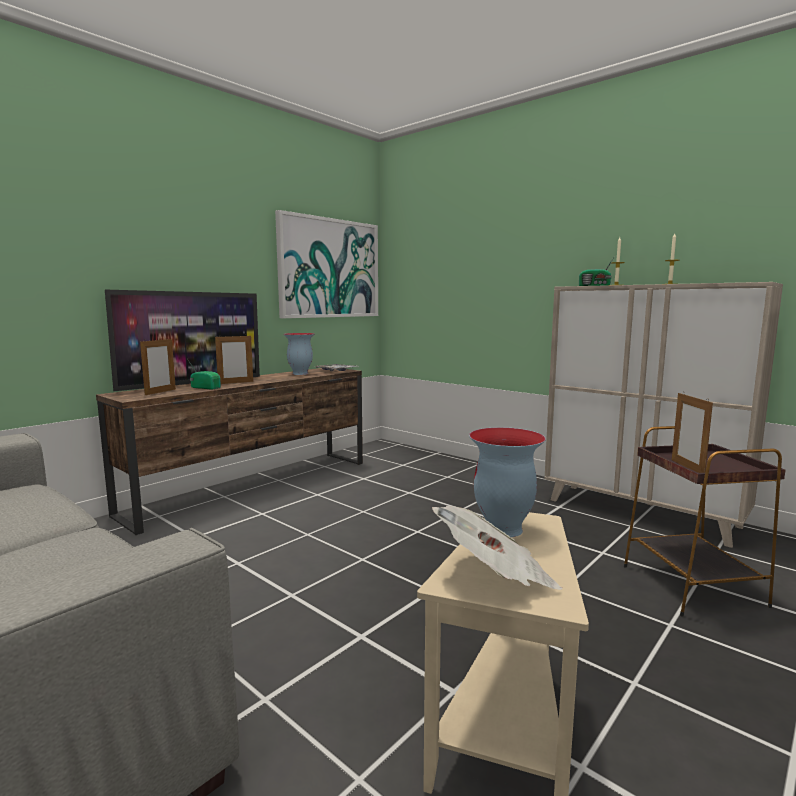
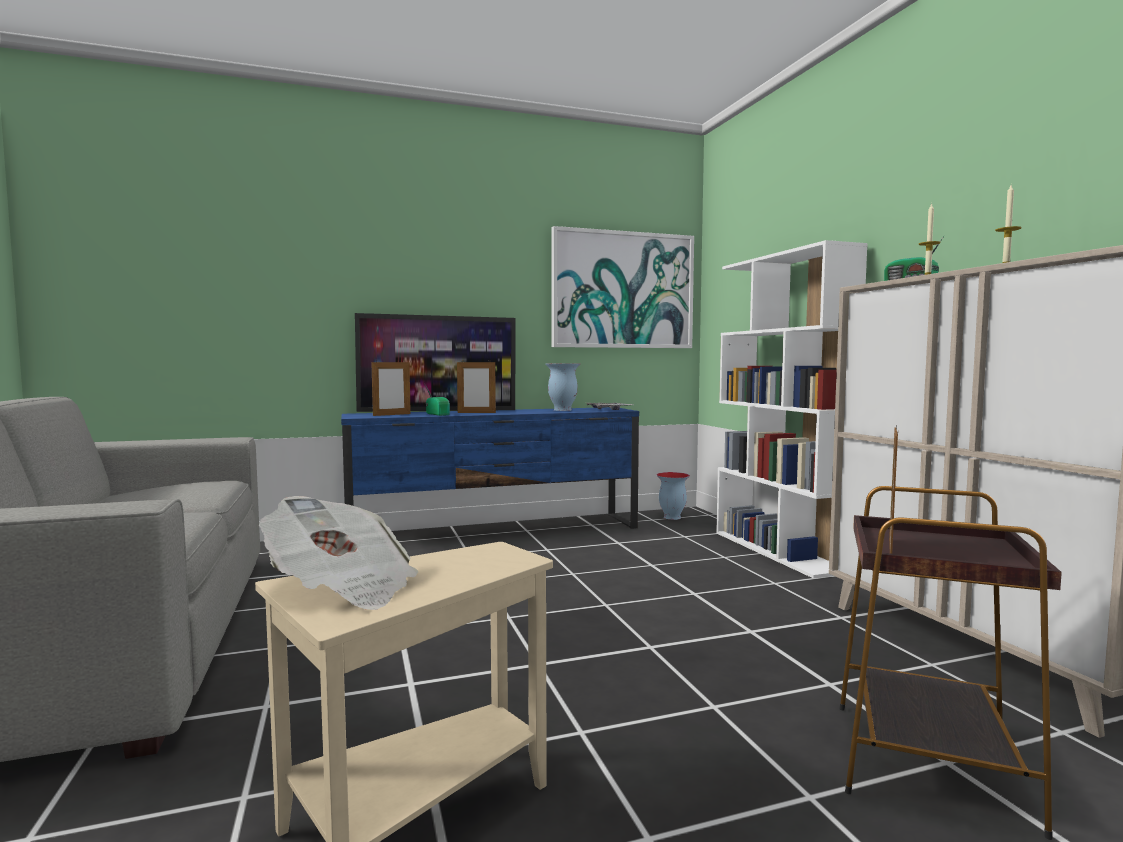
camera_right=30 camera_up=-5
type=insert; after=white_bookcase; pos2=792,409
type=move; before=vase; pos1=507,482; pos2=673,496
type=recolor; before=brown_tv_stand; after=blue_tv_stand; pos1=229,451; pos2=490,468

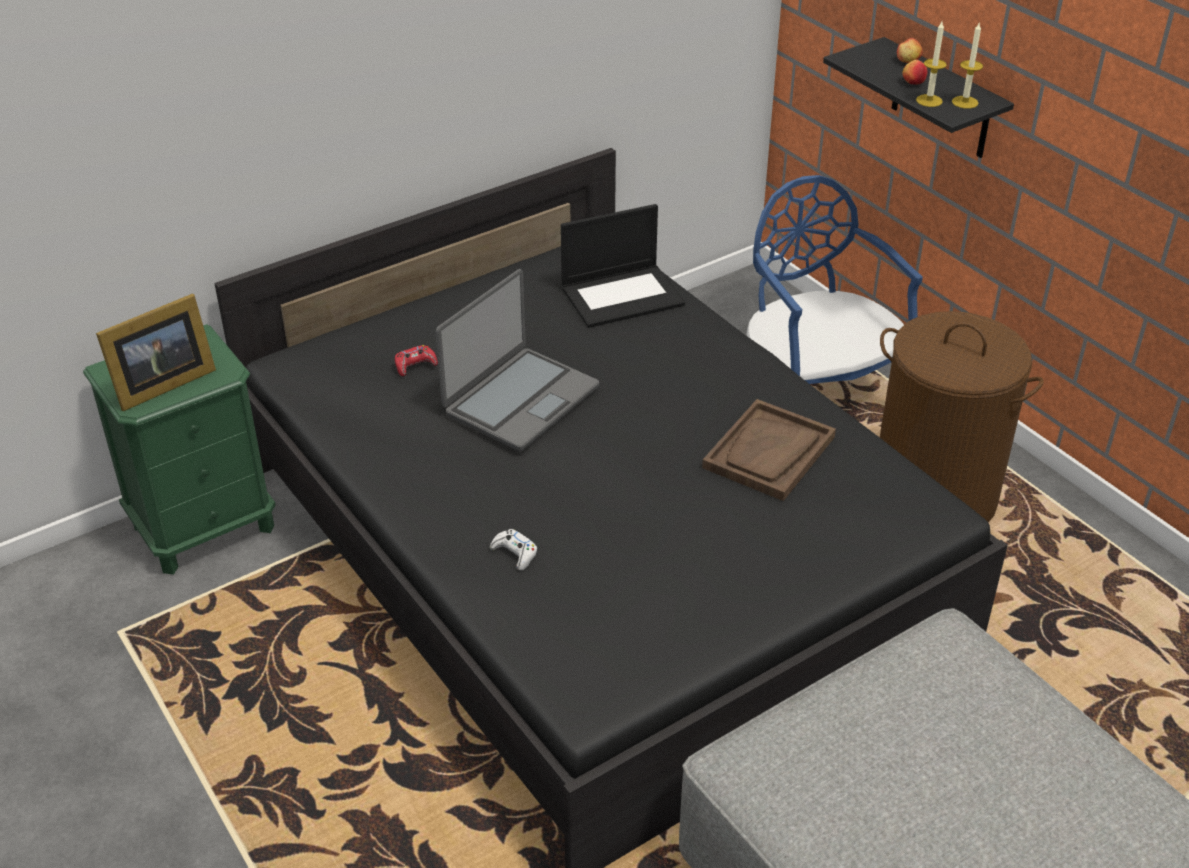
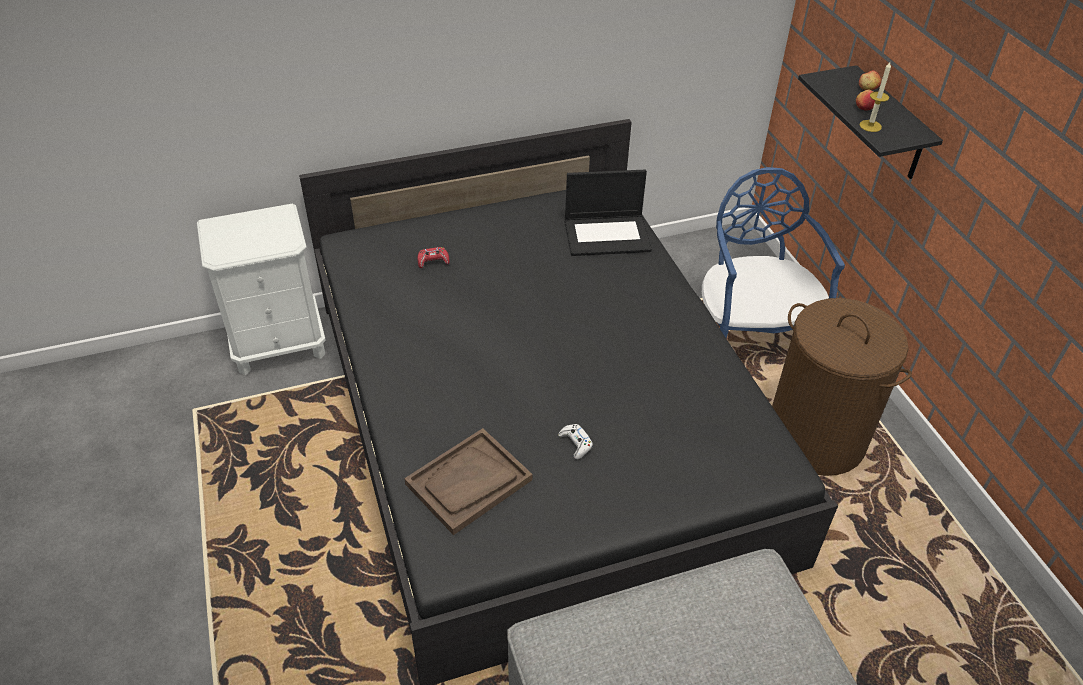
camera_right=15 camera_up=5
type=delete; before=picture_frame; pos1=156,352
type=delete; before=laptop; pos1=517,360
type=delete; before=candle; pos1=967,66
type=move; before=white_game_controller; pos1=513,550; pos2=575,441
type=move; before=brown_tray; pos1=769,450; pos2=468,481
type=recolor; before=green_nightstand; after=white_nightstand; pos1=179,449; pos2=261,289

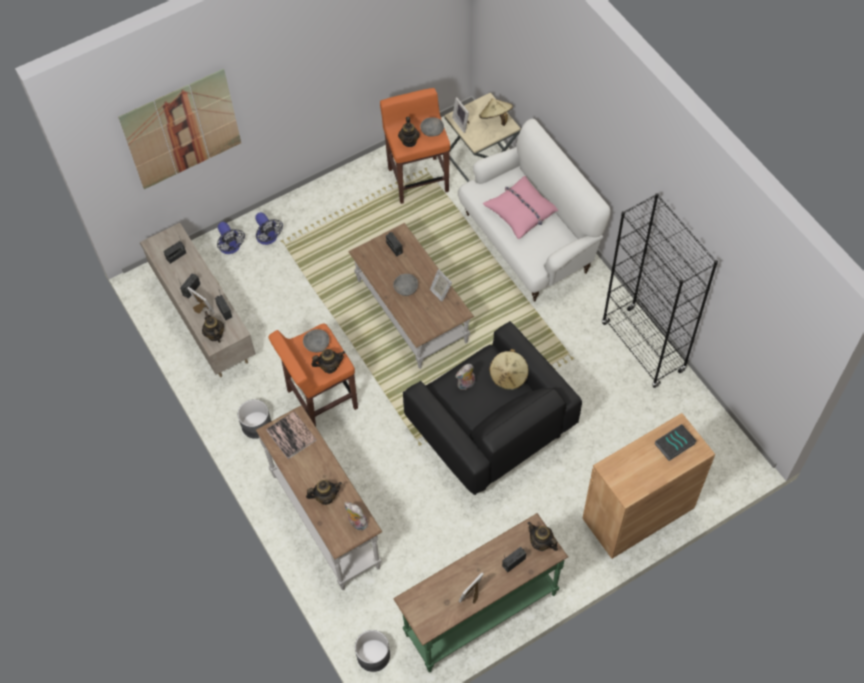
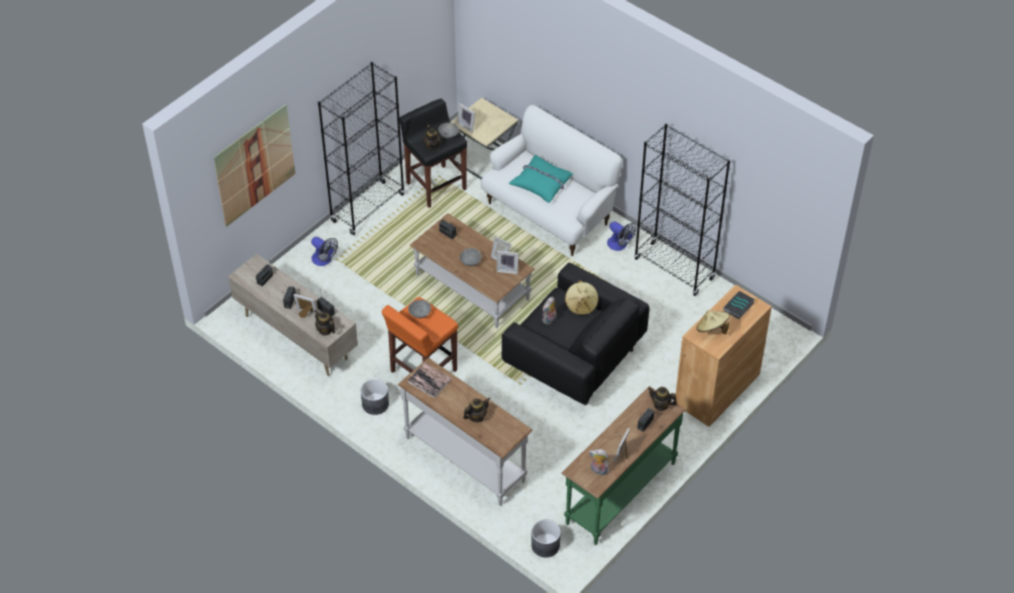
camera_right=-20 camera_up=-10
type=delete; before=teapot; pos1=328,361
type=insert; after=black_bookcase; pos2=361,148
type=insert; after=picture_frame; pos2=508,262
type=move; before=fan; pos1=231,238; pos2=621,236
type=move; before=plush_toy; pos1=356,516; pos2=599,462
type=move; before=beige_hat; pos1=496,112; pos2=713,322
type=recolor; before=orange_stool; after=black_stool; pos1=415,146; pos2=433,153
type=recolor; before=pink_pillow; after=turquoise_pillow; pos1=520,207; pos2=541,179

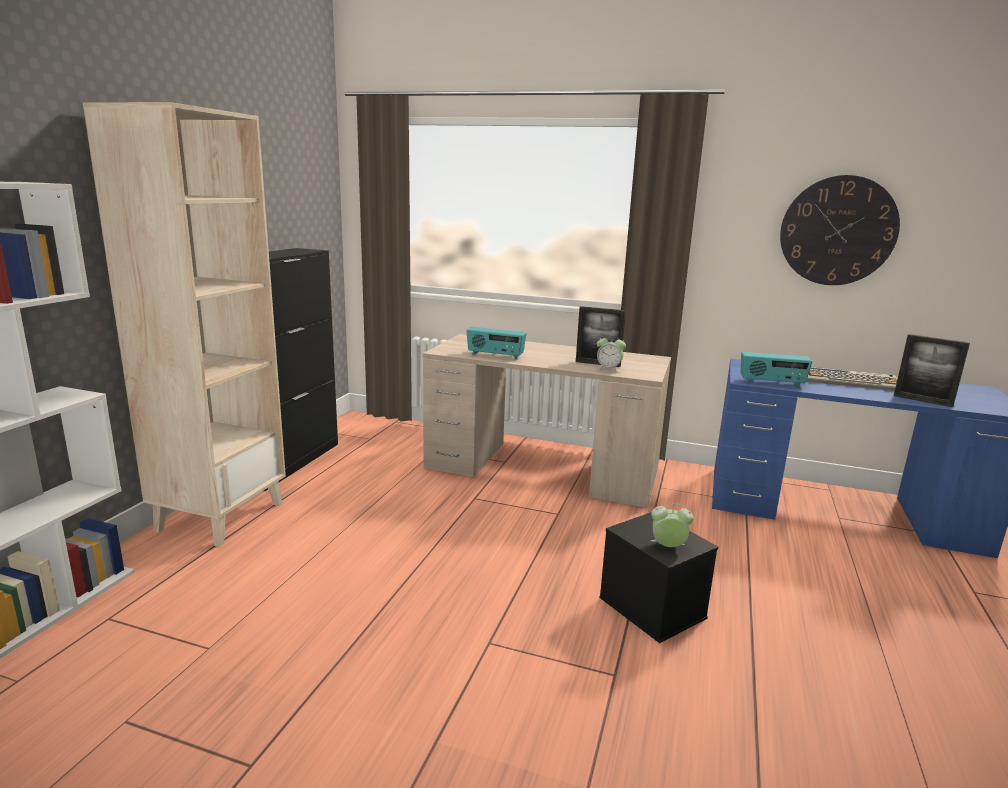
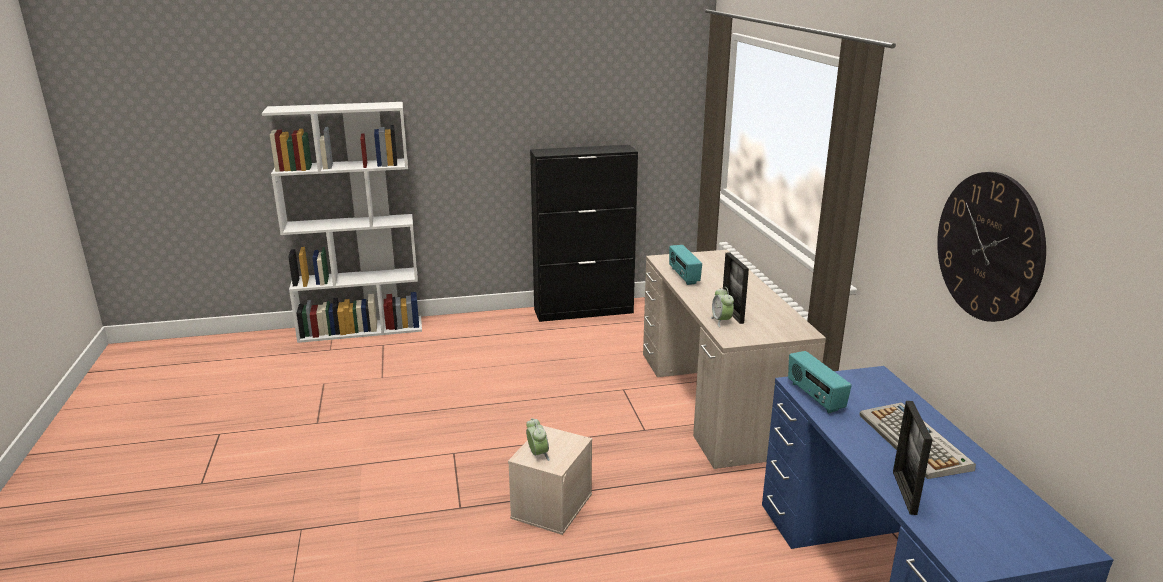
camera_right=60 camera_up=5
type=delete; before=beige_bookcase; pos1=184,324
type=recolor; before=black_storage_box; after=beige_storage_box; pos1=659,577; pos2=550,480

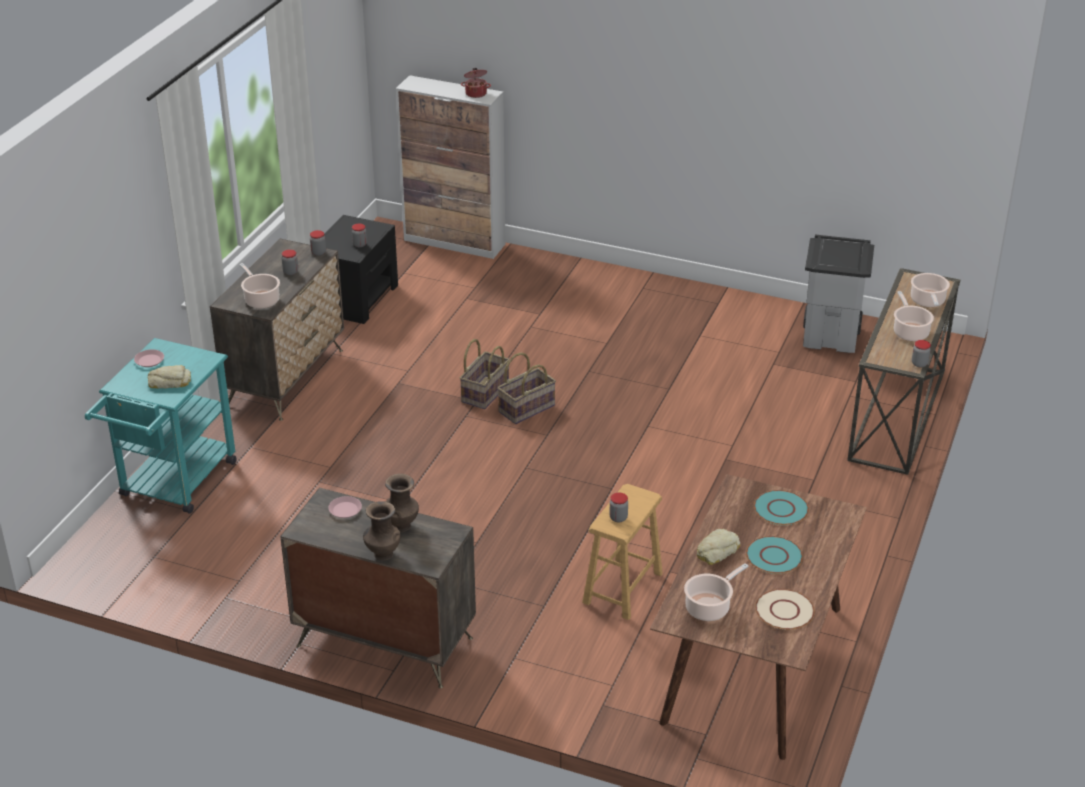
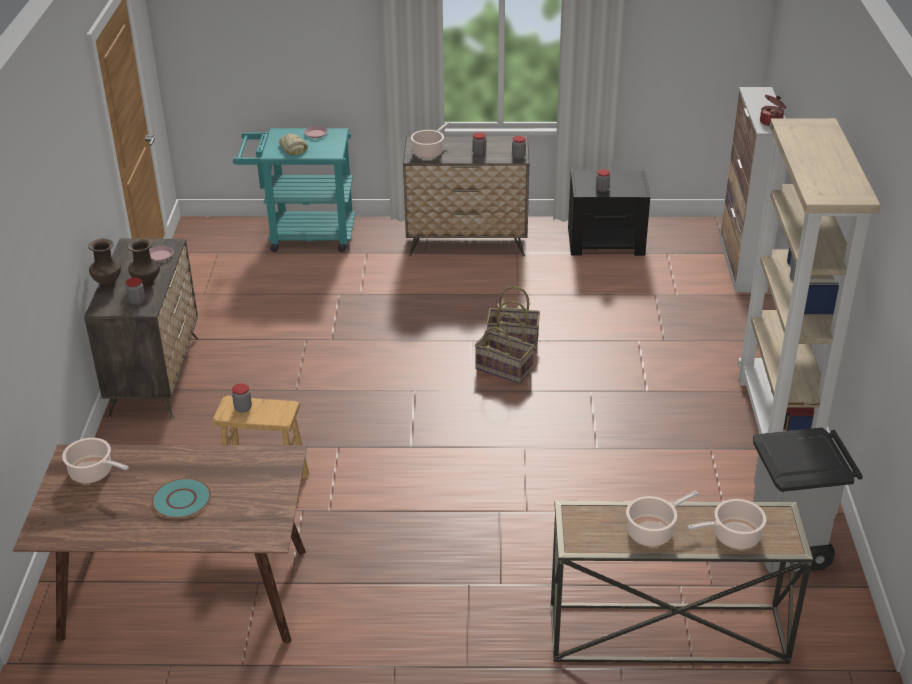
camera_right=70 camera_up=0
type=delete; before=bread; pos1=718,547
type=delete; before=turquoise_plate; pos1=781,507
type=delete; before=beige_plate; pos1=785,609
type=insert; after=beige_bookcase; pos2=809,276
type=move; before=jar; pos1=921,353; pos2=135,291

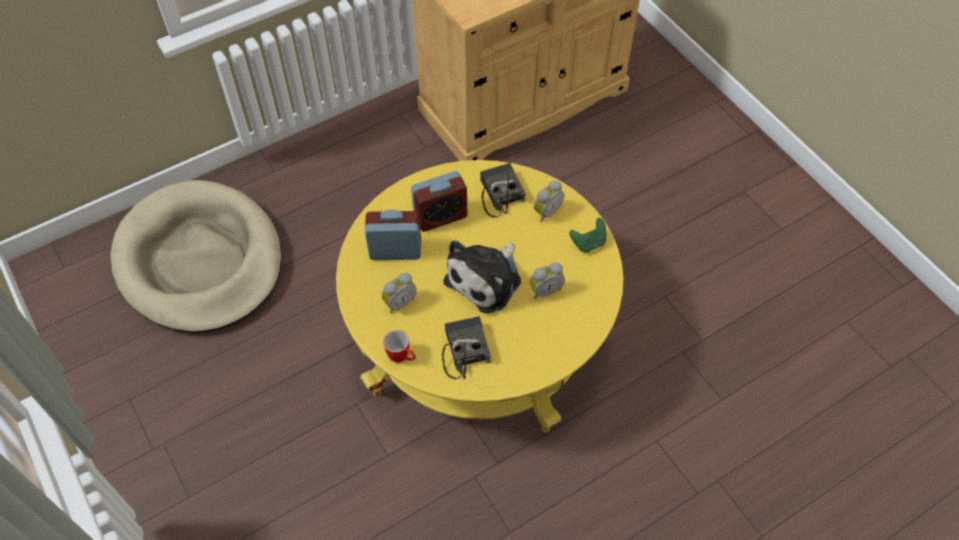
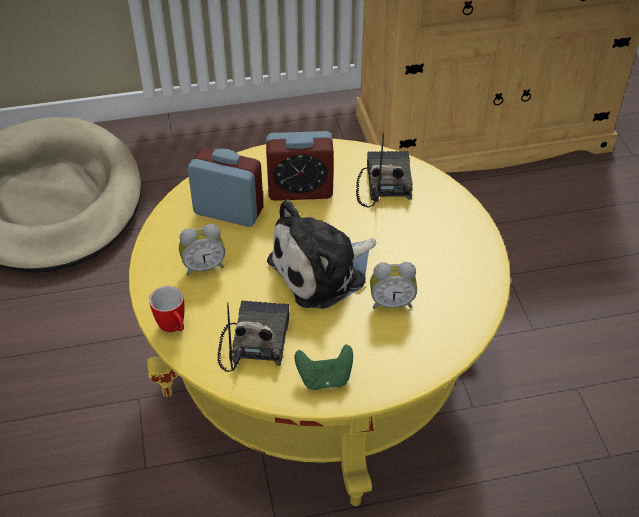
camera_right=20 camera_up=-10
type=delete; before=alarm_clock; pos1=549,201
type=move; before=green_game_controller; pos1=588,235; pos2=323,367

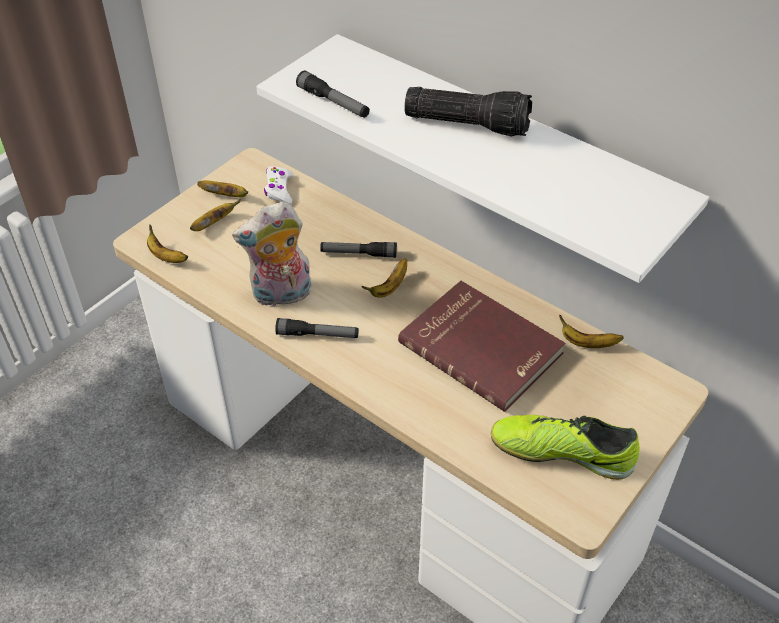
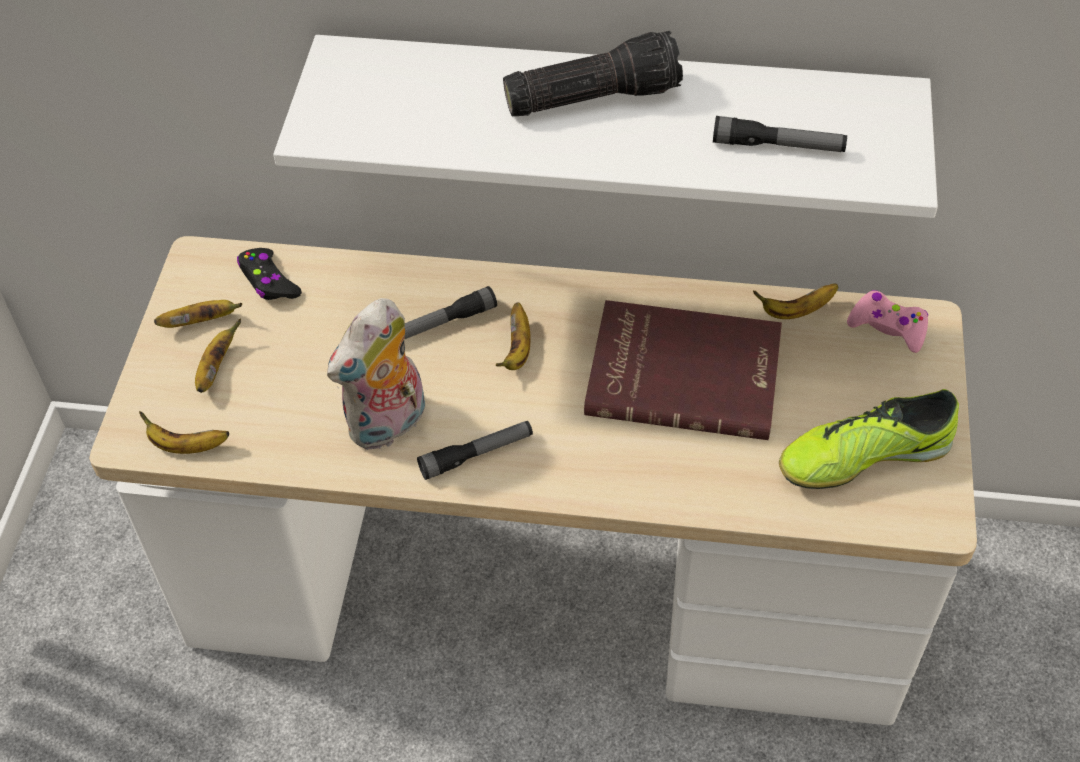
camera_right=-30 camera_up=5
type=insert; after=pink_game_controller; pos2=887,321
type=move; before=flashlight; pos1=333,94; pos2=780,134
type=recolor; before=white_game_controller; after=black_game_controller; pos1=279,185; pos2=269,274

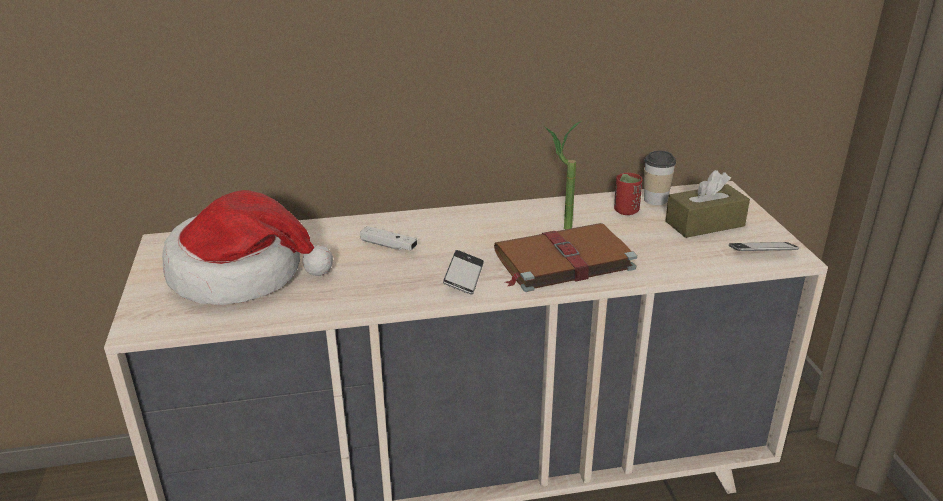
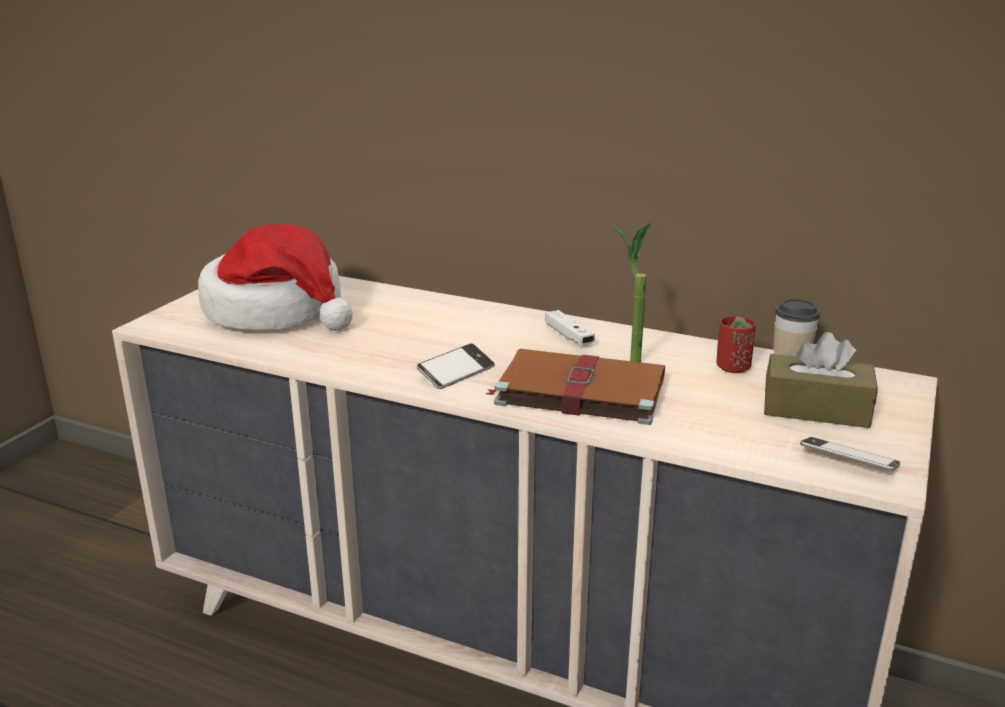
camera_right=35 camera_up=-5
type=move; before=white_game_controller; pos1=388,238; pos2=570,327

